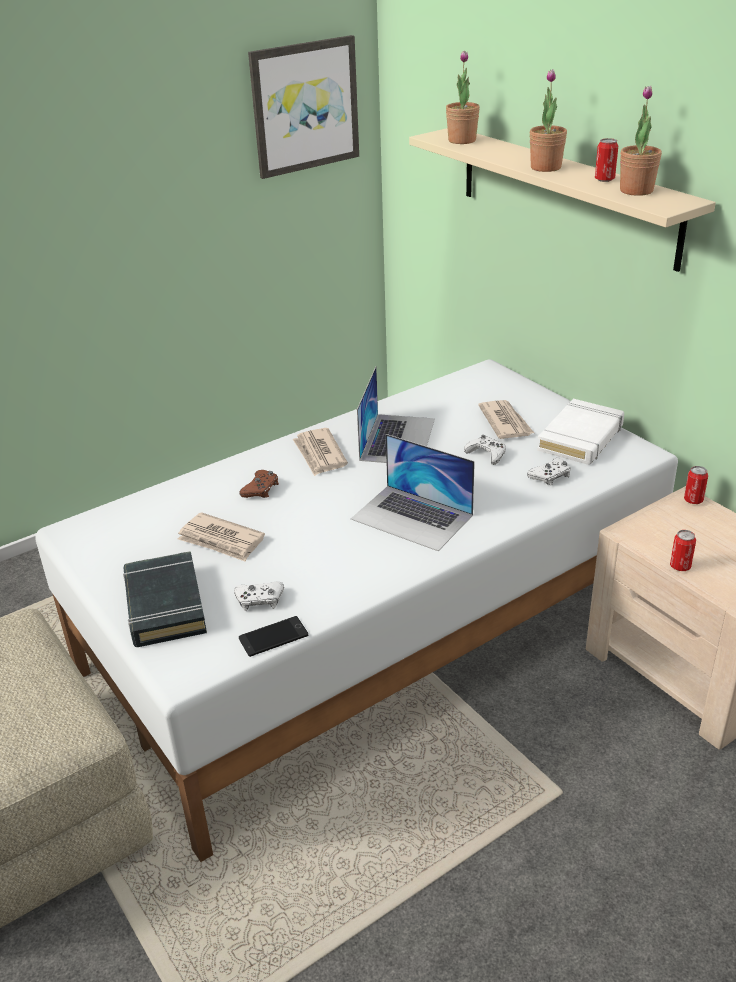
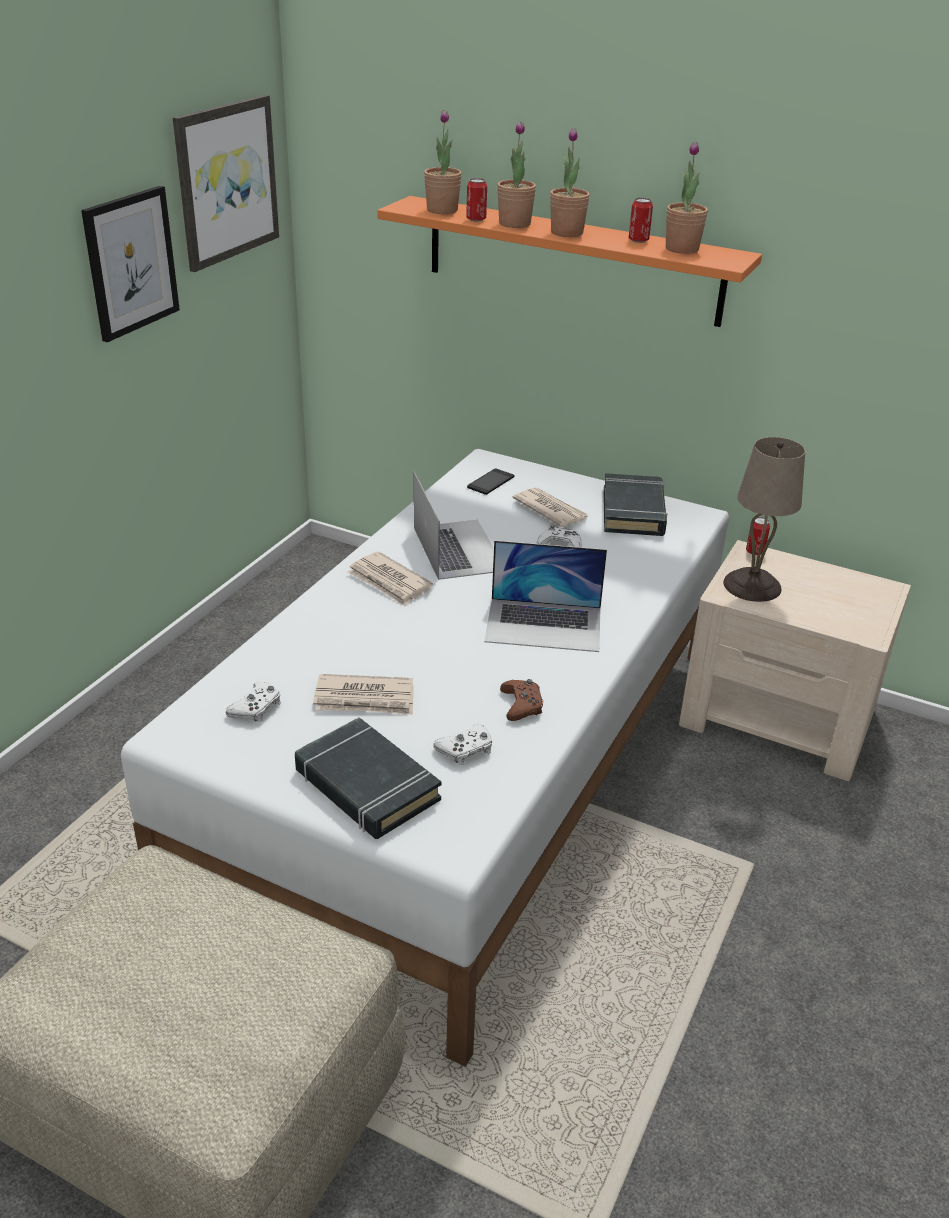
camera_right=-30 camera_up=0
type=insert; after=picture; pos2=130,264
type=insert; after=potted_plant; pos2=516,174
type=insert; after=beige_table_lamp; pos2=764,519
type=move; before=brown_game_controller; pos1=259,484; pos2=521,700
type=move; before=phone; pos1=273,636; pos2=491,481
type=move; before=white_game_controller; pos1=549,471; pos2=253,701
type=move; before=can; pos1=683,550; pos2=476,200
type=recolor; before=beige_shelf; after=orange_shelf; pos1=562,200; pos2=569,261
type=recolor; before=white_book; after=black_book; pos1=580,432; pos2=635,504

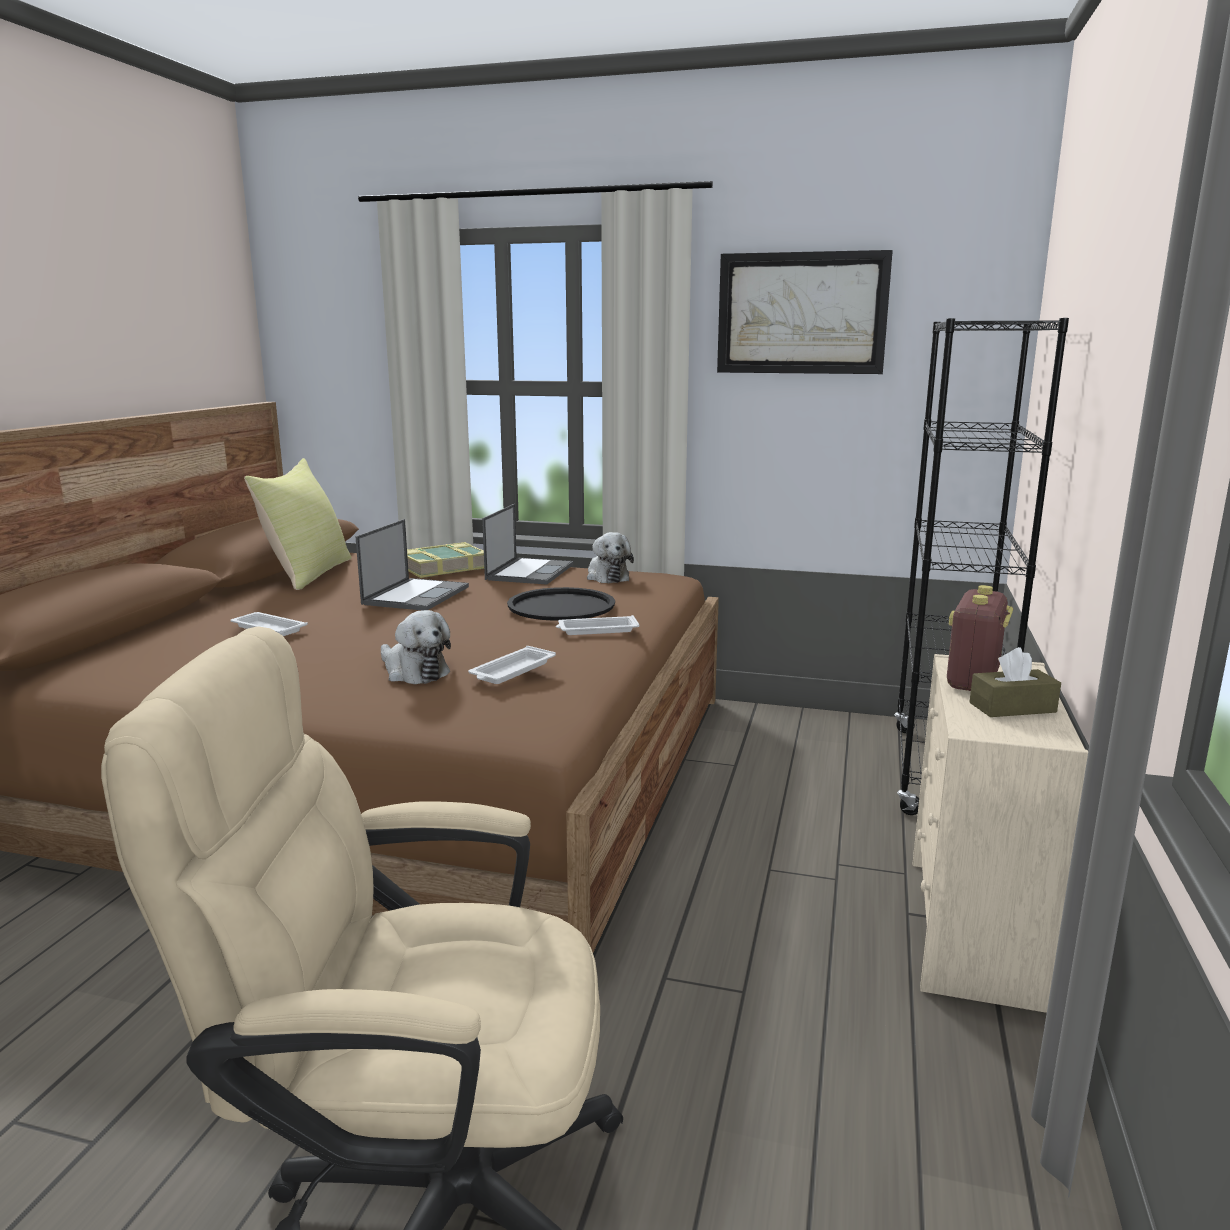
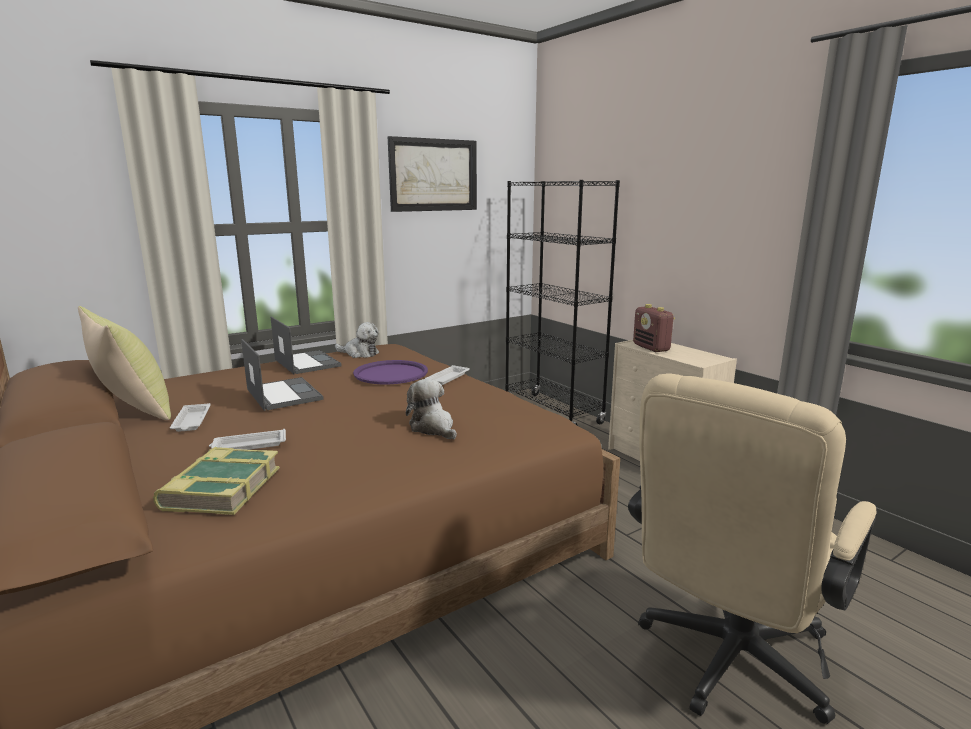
camera_right=-50 camera_up=0
type=delete; before=brown_tissue_box; pos1=1015,682
type=move; before=book; pos1=445,560; pos2=216,481
type=move; before=white_tray; pos1=512,665; pos2=190,417
type=recolor; before=black_tray; after=purple_tray; pos1=561,604; pos2=390,372
type=rotate; before=plush_toy; pos1=416,647; pos2=431,408; turn=-120

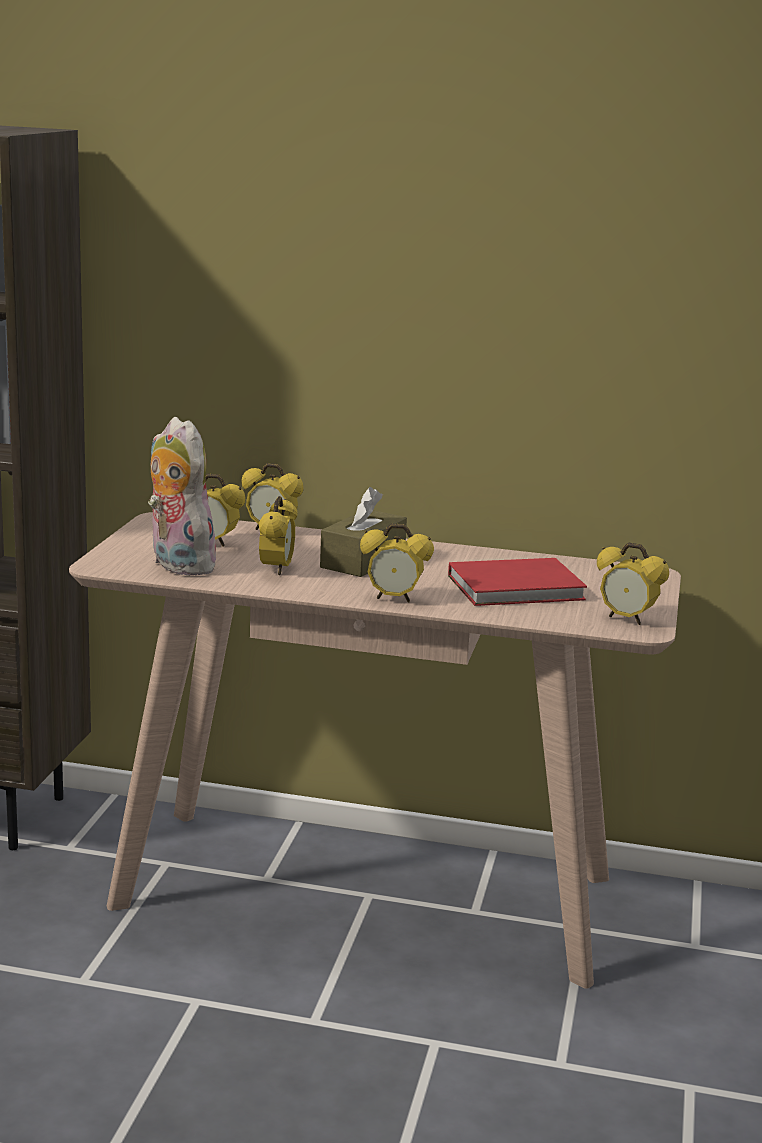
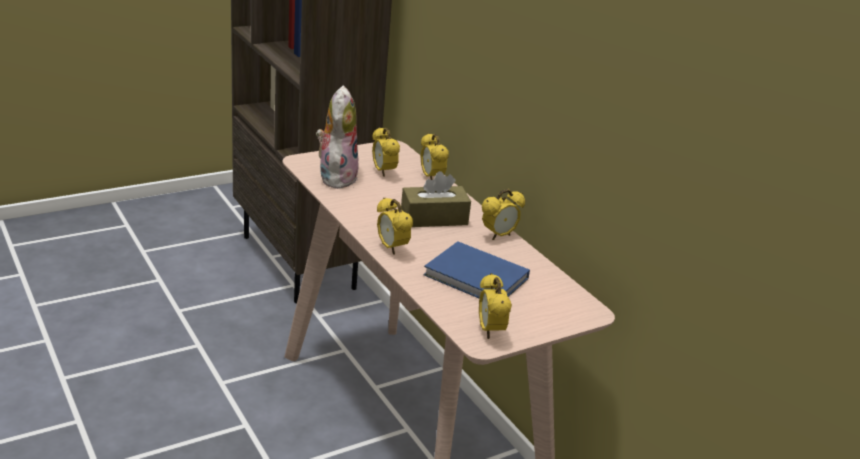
camera_right=45 camera_up=10
type=move; before=alarm_clock; pos1=278,535; pos2=503,214
type=recolor; before=red_book; after=blue_book; pos1=517,582; pos2=476,269

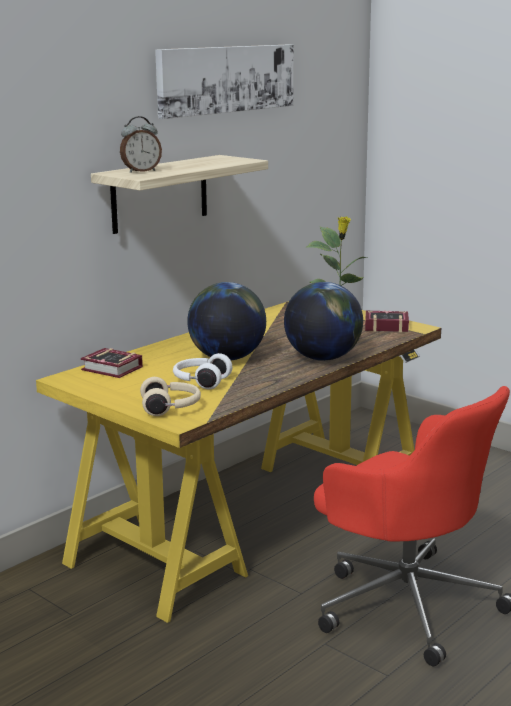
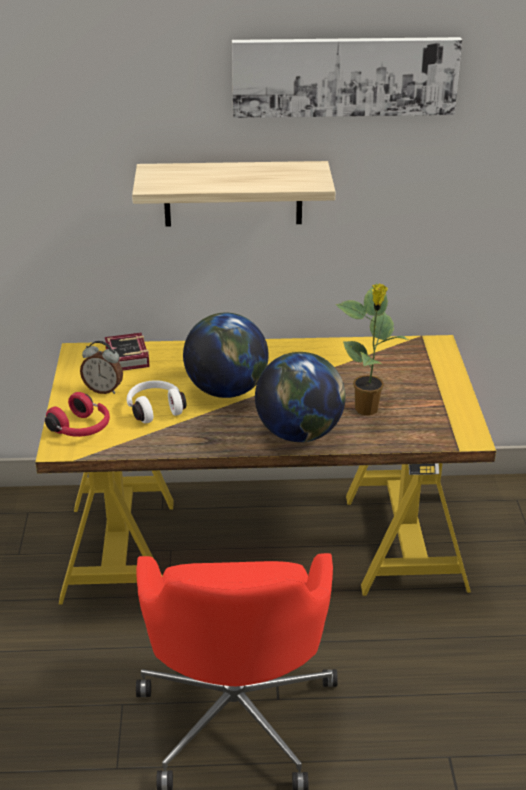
camera_right=45 camera_up=15
type=delete; before=book; pos1=387,321
type=move; before=alarm_clock; pos1=141,144; pos2=101,367
type=recolor; before=beige_headphones; after=red_headphones; pos1=170,396; pos2=77,414

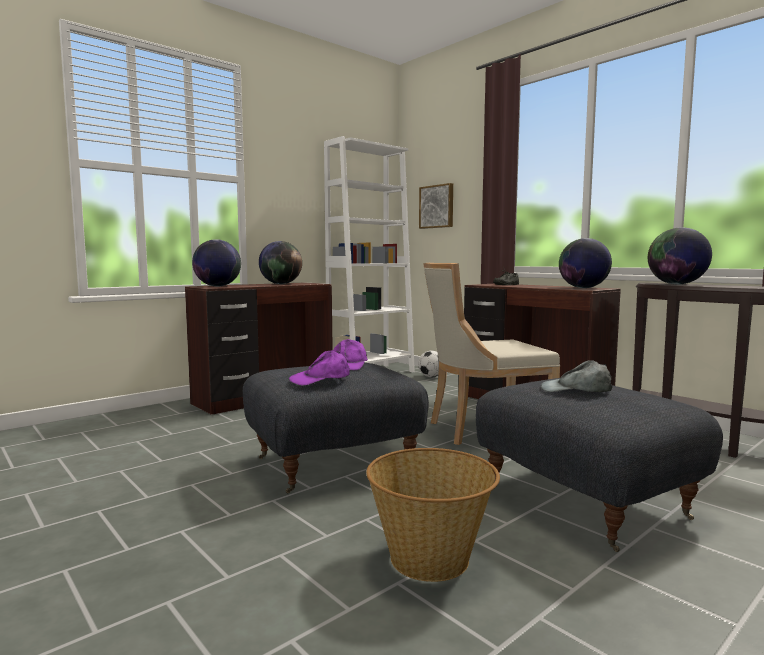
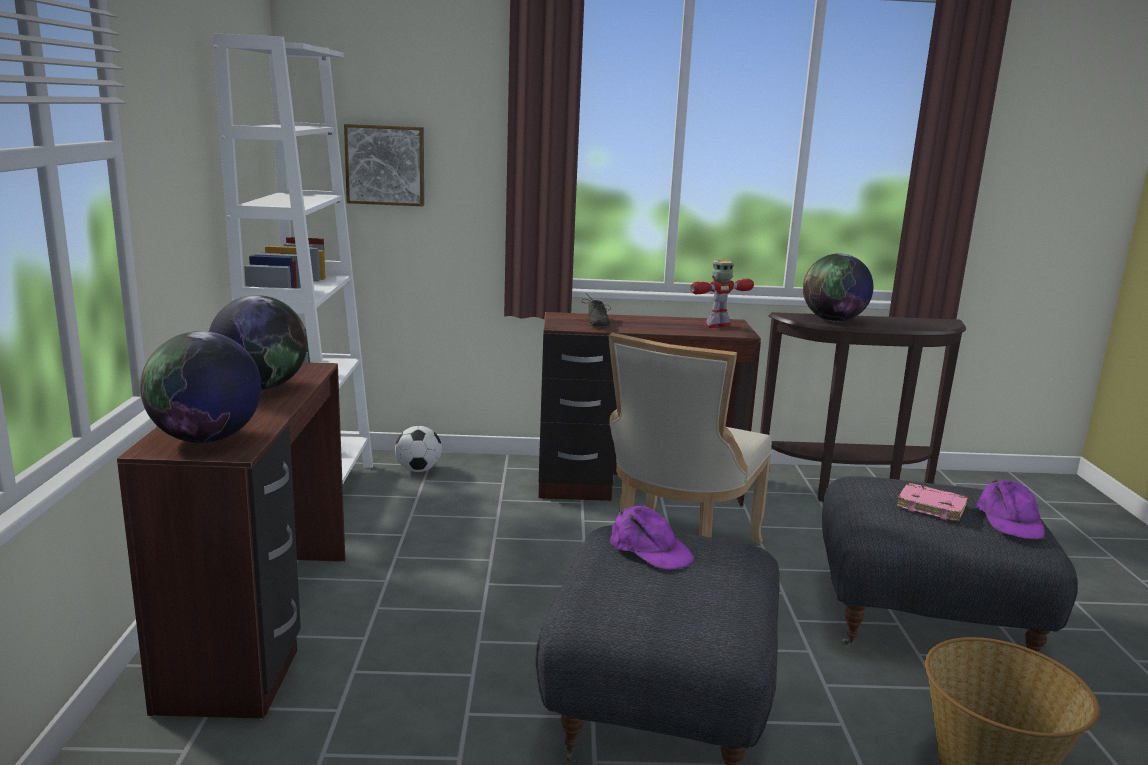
camera_right=-50 camera_up=10
type=move; before=purple_cap; pos1=319,367; pos2=1010,509
type=replace; before=grey_cap; after=pink_book; pos1=577,376; pos2=932,502
type=replace; before=globe; after=toy_robot; pos1=585,263; pos2=722,294

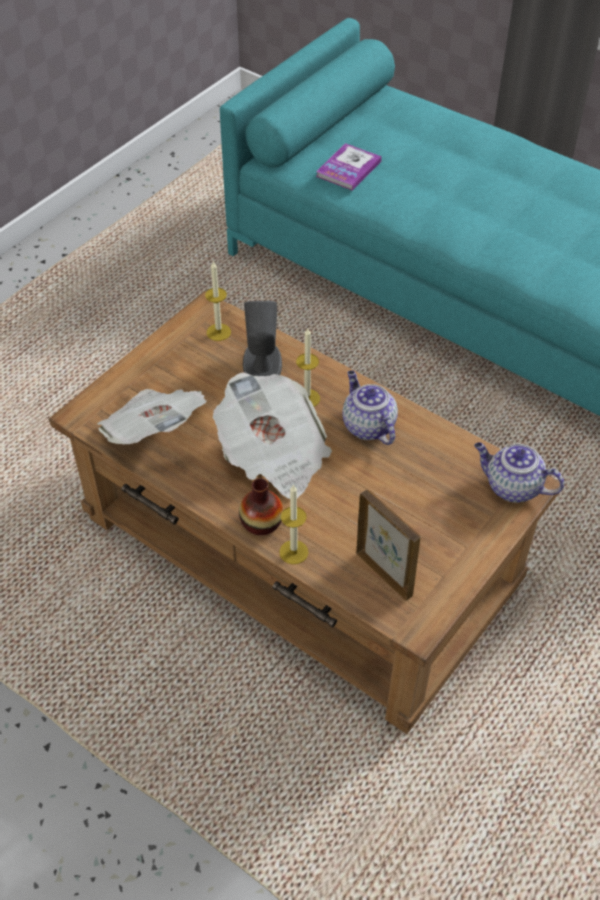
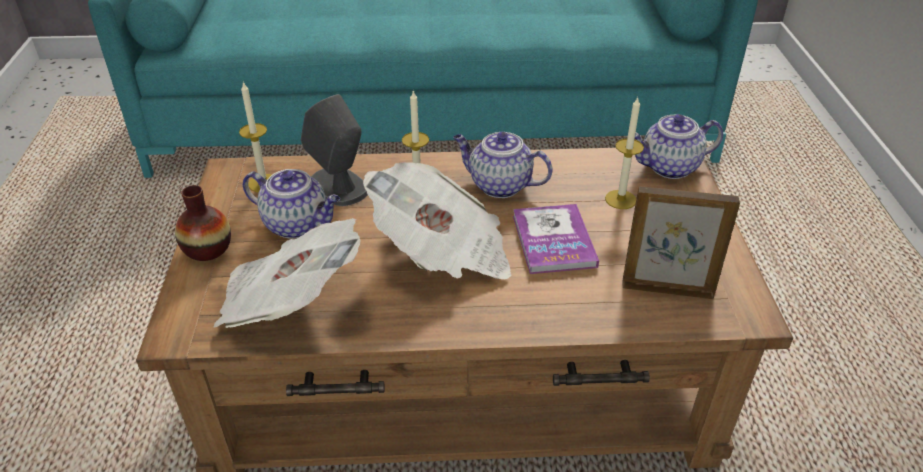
camera_right=-40 camera_up=-10
type=insert; after=teapot; pos2=291,204
type=move; before=vase; pos1=261,506; pos2=203,223
type=move; before=candle; pos1=294,524; pos2=624,153
type=move; before=book; pos1=349,167; pos2=556,239

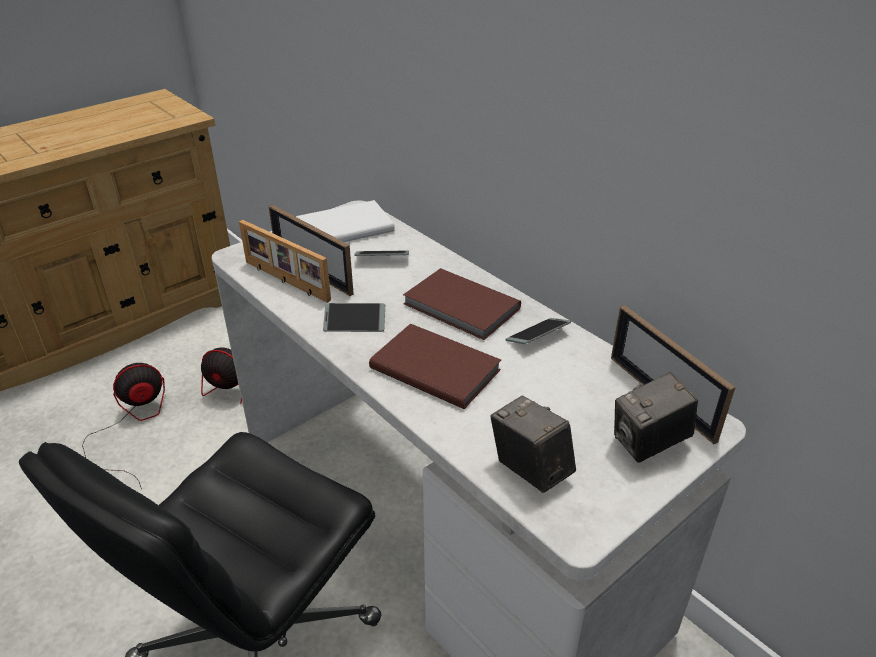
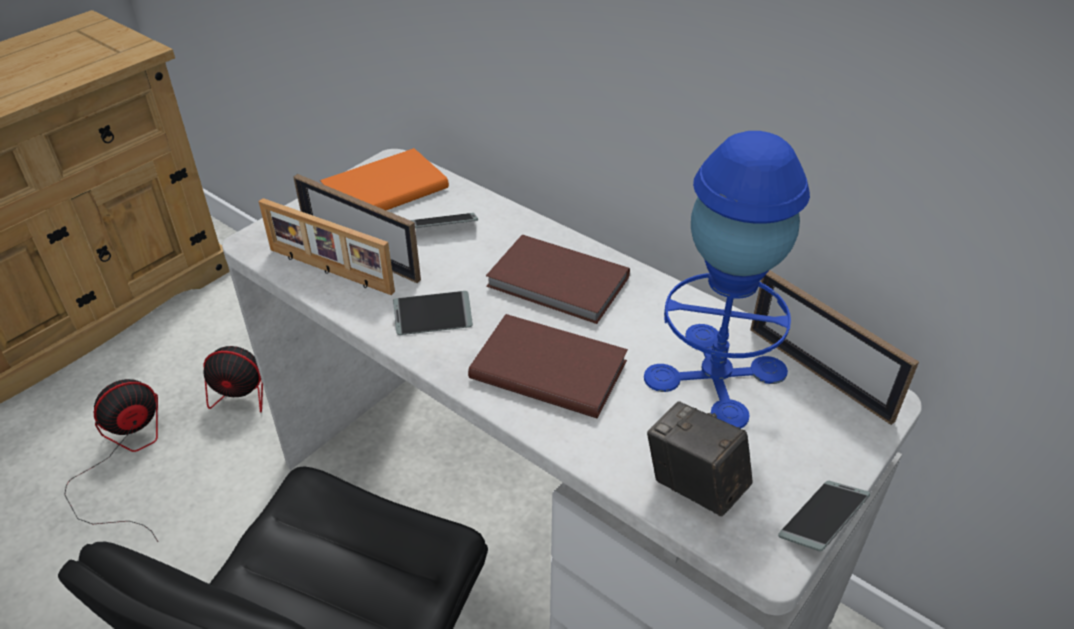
camera_right=-10 camera_up=5
type=delete; before=photo_camera; pos1=656,417
type=insert; after=blue_table_lamp; pos2=727,280
type=move; before=phone; pos1=538,331; pos2=824,516
type=recolor; before=white_book; after=orange_book; pos1=345,221; pos2=384,179

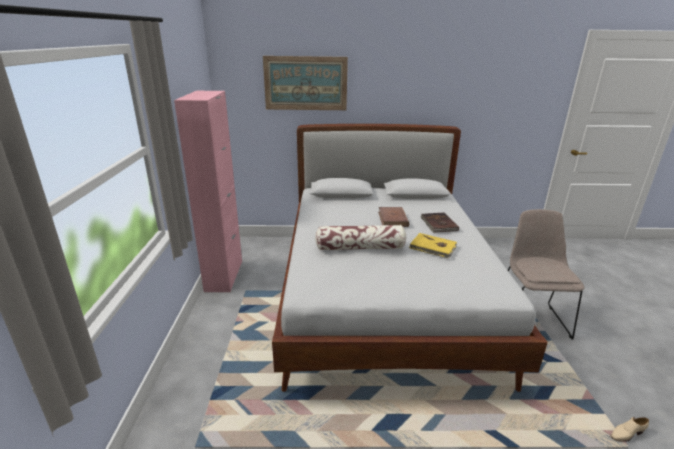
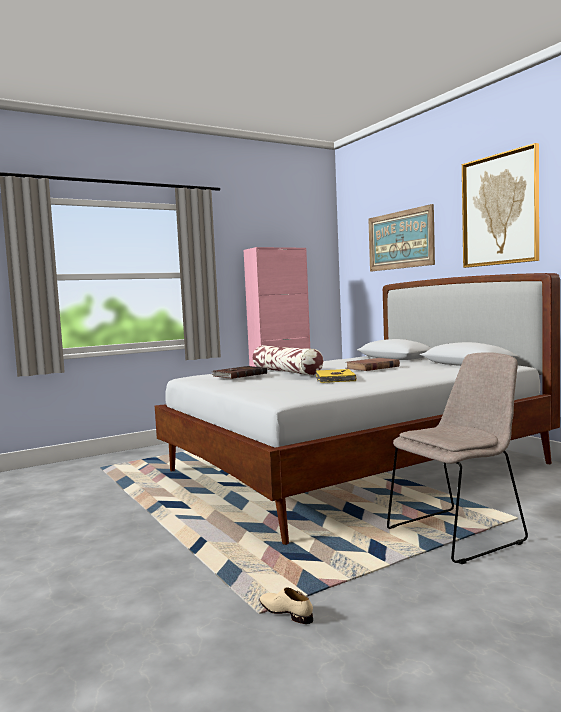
camera_right=60 camera_up=-20
type=insert; after=picture; pos2=500,205
type=move; before=brown_book; pos1=440,222; pos2=239,372

